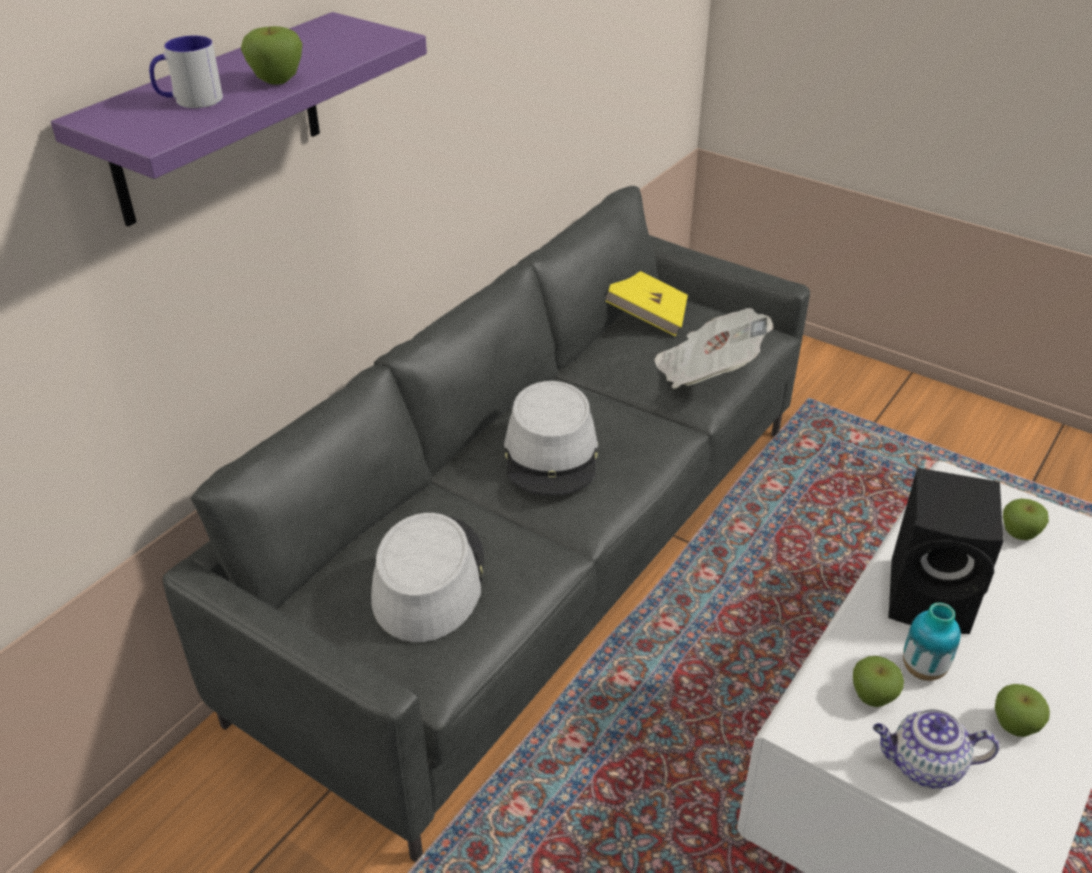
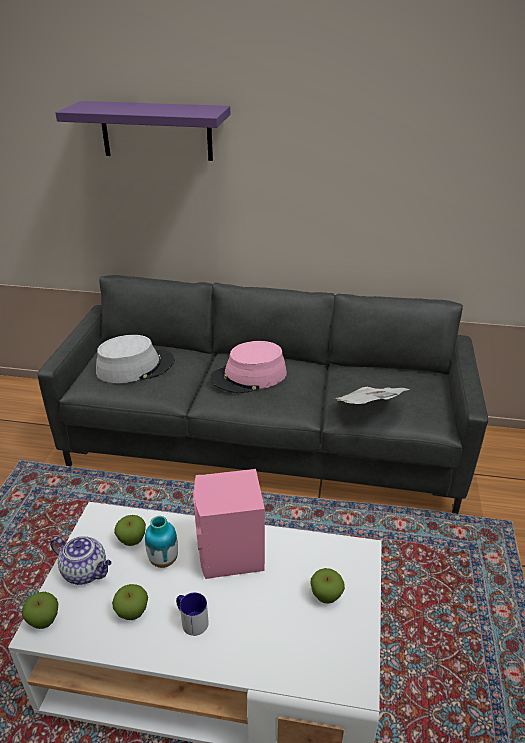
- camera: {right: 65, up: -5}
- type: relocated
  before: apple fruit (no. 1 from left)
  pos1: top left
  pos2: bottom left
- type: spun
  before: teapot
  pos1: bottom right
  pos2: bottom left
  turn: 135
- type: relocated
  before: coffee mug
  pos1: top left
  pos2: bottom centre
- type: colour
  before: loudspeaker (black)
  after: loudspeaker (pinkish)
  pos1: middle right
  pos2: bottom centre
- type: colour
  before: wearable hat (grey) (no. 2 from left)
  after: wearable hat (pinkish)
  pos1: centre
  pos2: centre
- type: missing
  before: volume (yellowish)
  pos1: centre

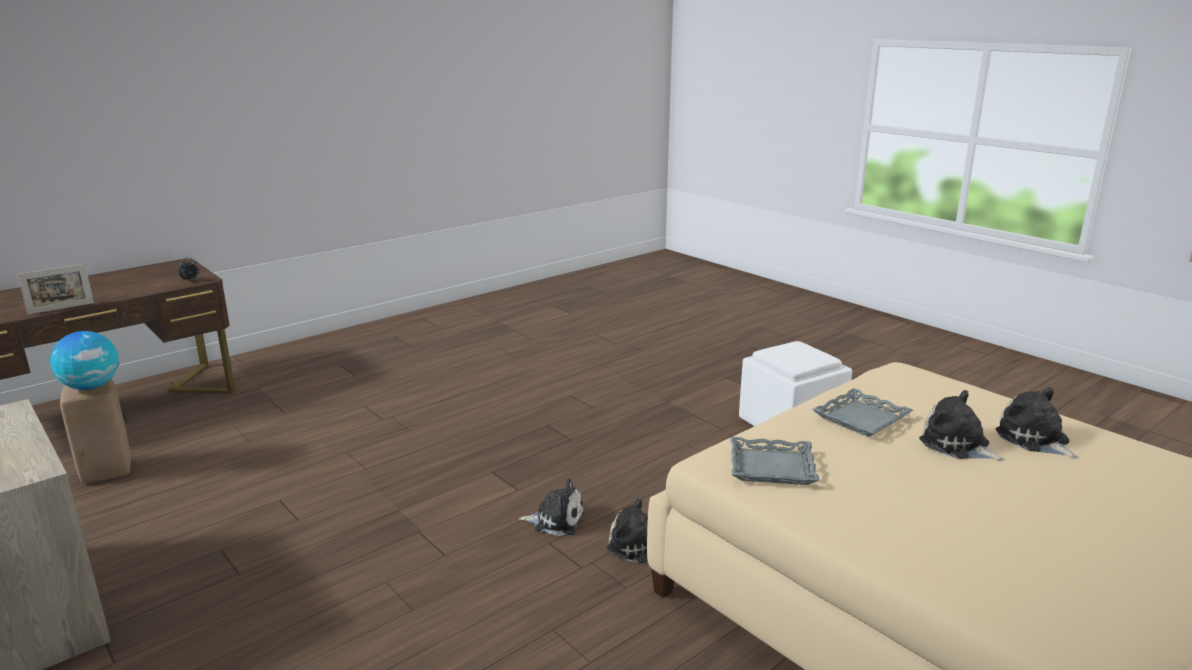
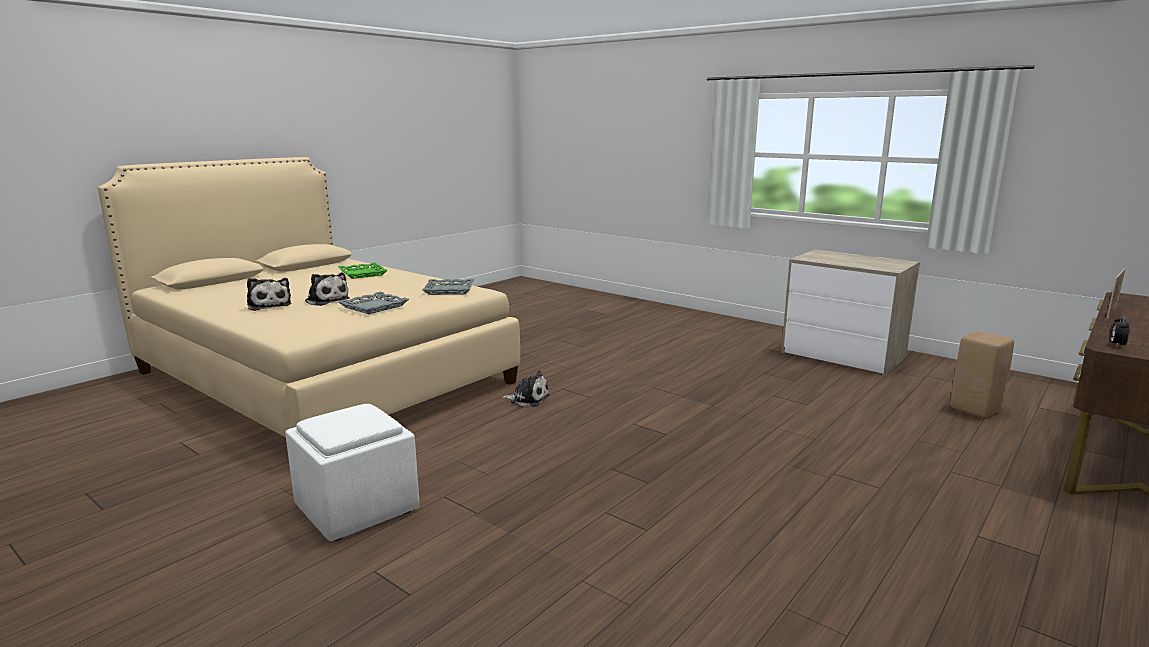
- camera: {right: 170, up: -5}
- type: appeared
  after: carrying tray (green)
  pos2: middle left
- type: missing
  before: globe
  pos1: middle left
- type: missing
  before: soft toy (no. 1 from left)
  pos1: bottom centre

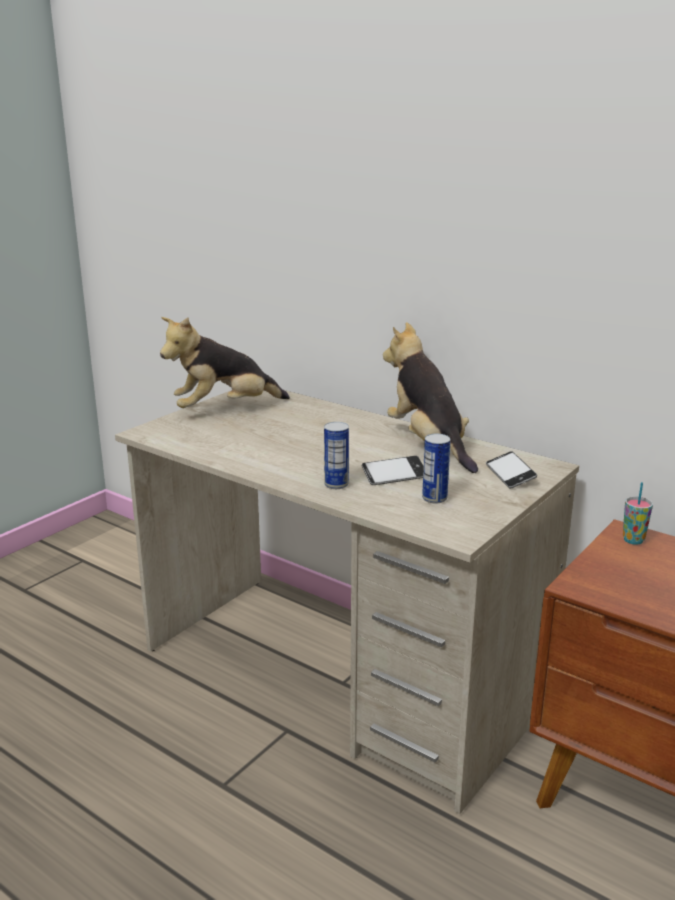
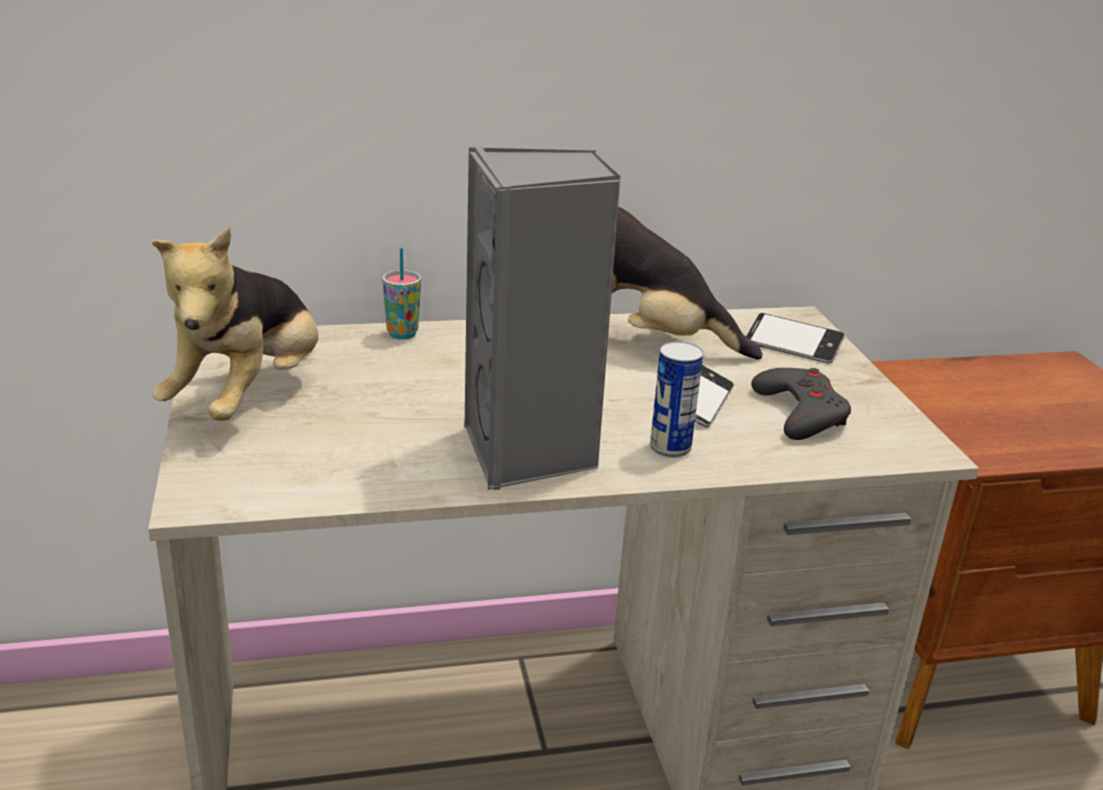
- camera: {right: -50, up: 5}
- type: relocated
  before: small cup
  pos1: middle right
  pos2: centre
- type: appeared
  after: loudspeaker (grey)
  pos2: centre
- type: exchanged
  before: sealed can (no. 2 from left)
  after: gamepad (grey)
  pos1: centre
  pos2: middle right

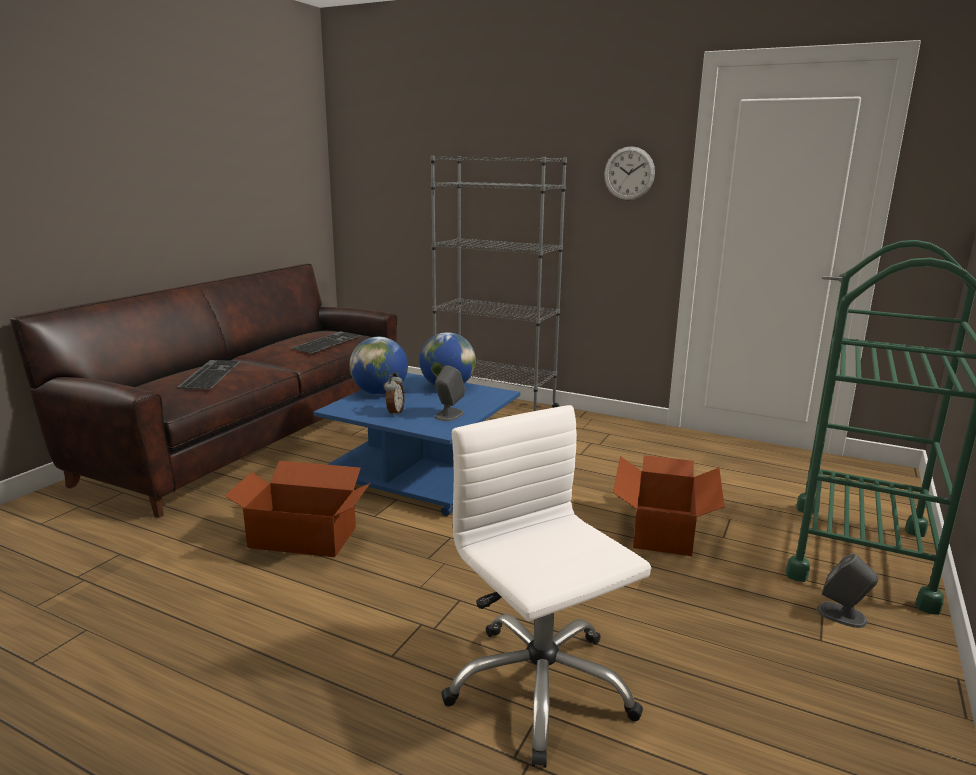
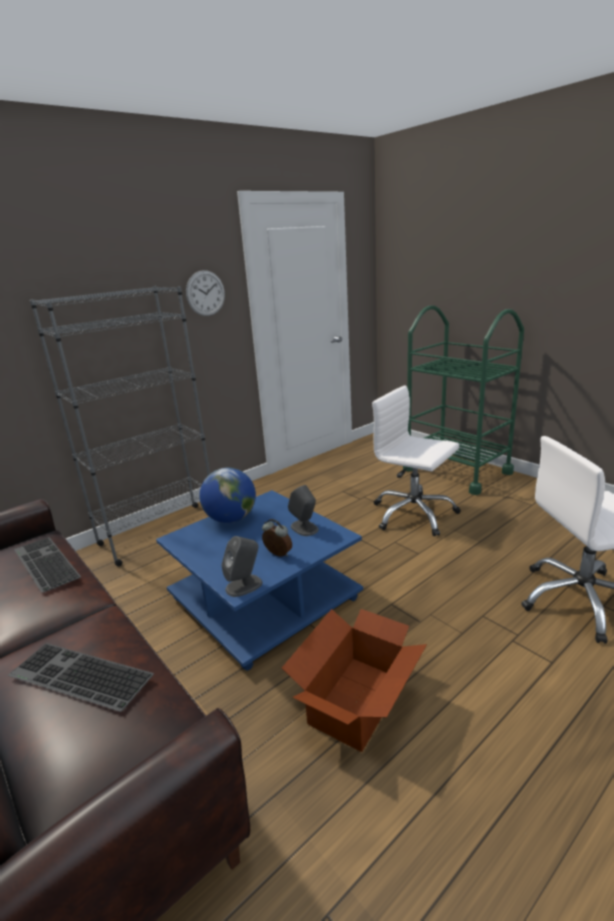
- camera: {right: -65, up: 5}
- type: relocated
  before: loudspeaker (grey) (no. 2 from left in the first image)
  after: loudspeaker (grey) (no. 1 from left)
  pos1: bottom right
  pos2: centre
- type: exchanged
  before: cardboard box (no. 2 from left)
  after: office chair (white-coloured) (no. 1 from left)
  pos1: middle right
  pos2: middle right
- type: missing
  before: globe (no. 1 from left)
  pos1: centre

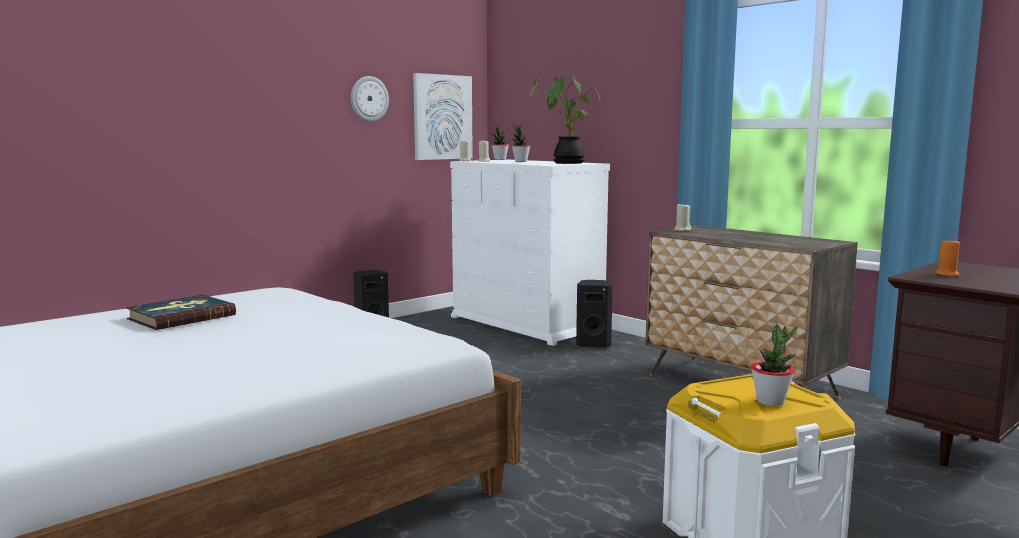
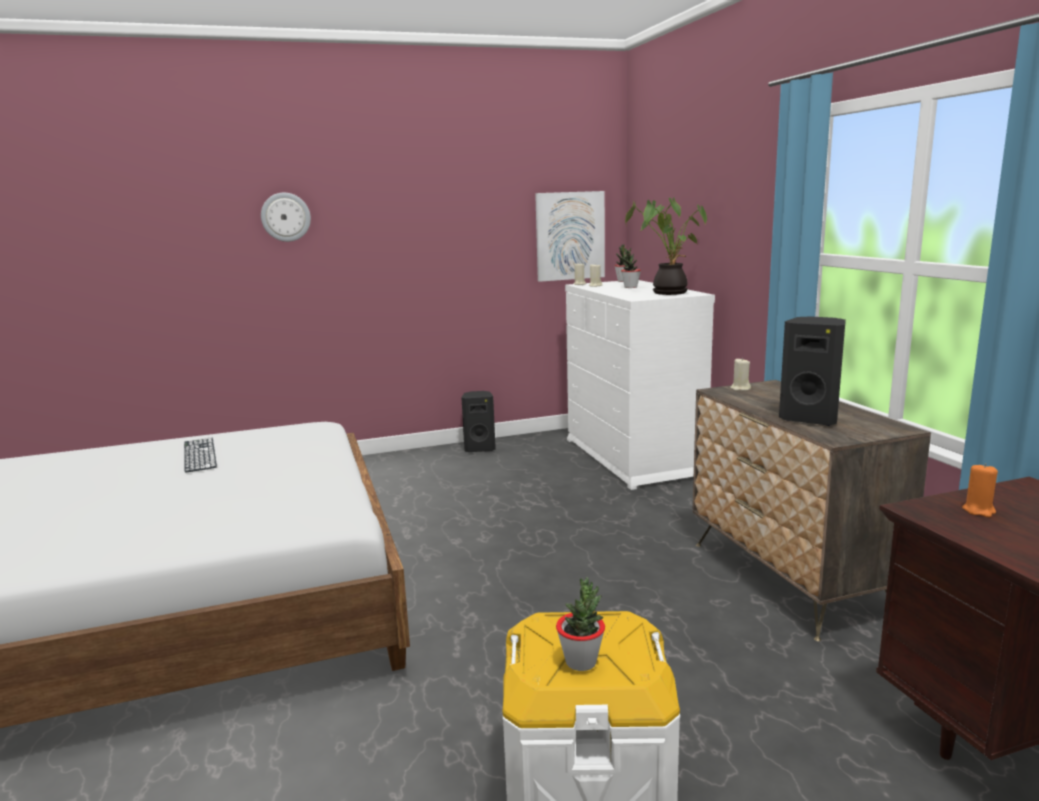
- camera: {right: 25, up: 5}
- type: exchanged
  before: volume
  after: PC keyboard
  pos1: middle left
  pos2: middle left
- type: relocated
  before: clock on the wall
  pos1: top centre
  pos2: top left
- type: relocated
  before: loudspeaker (black) (no. 2 from left)
  pos1: centre
  pos2: middle right

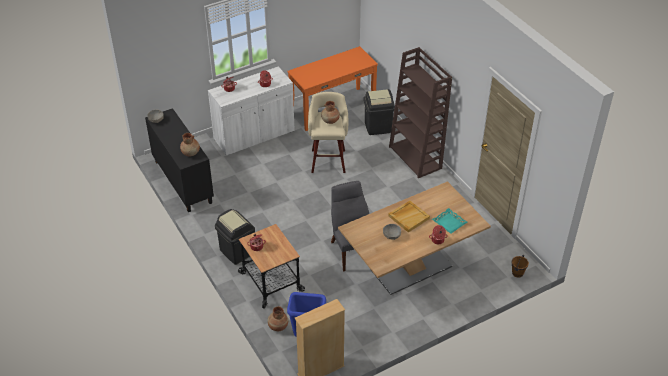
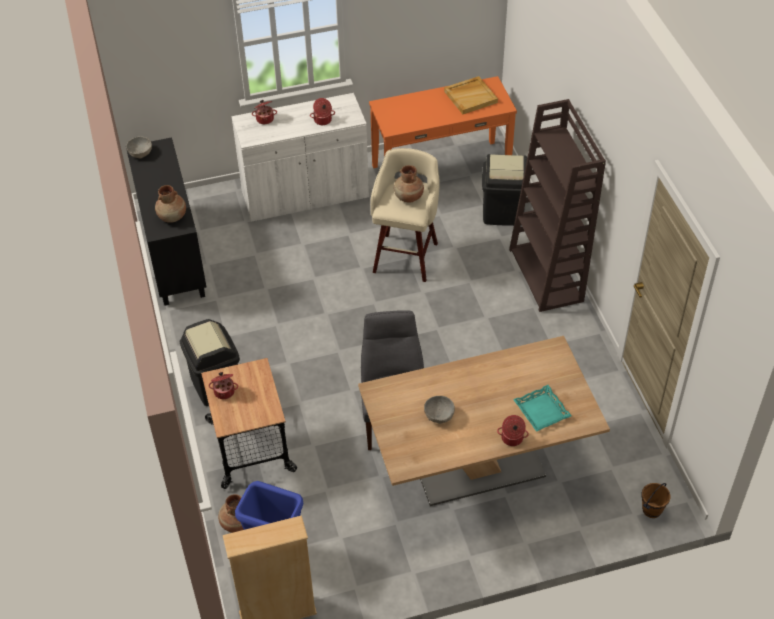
- camera: {right: 15, up: 5}
- type: relocated
  before: carrying tray (beige)
  pos1: centre
  pos2: top centre

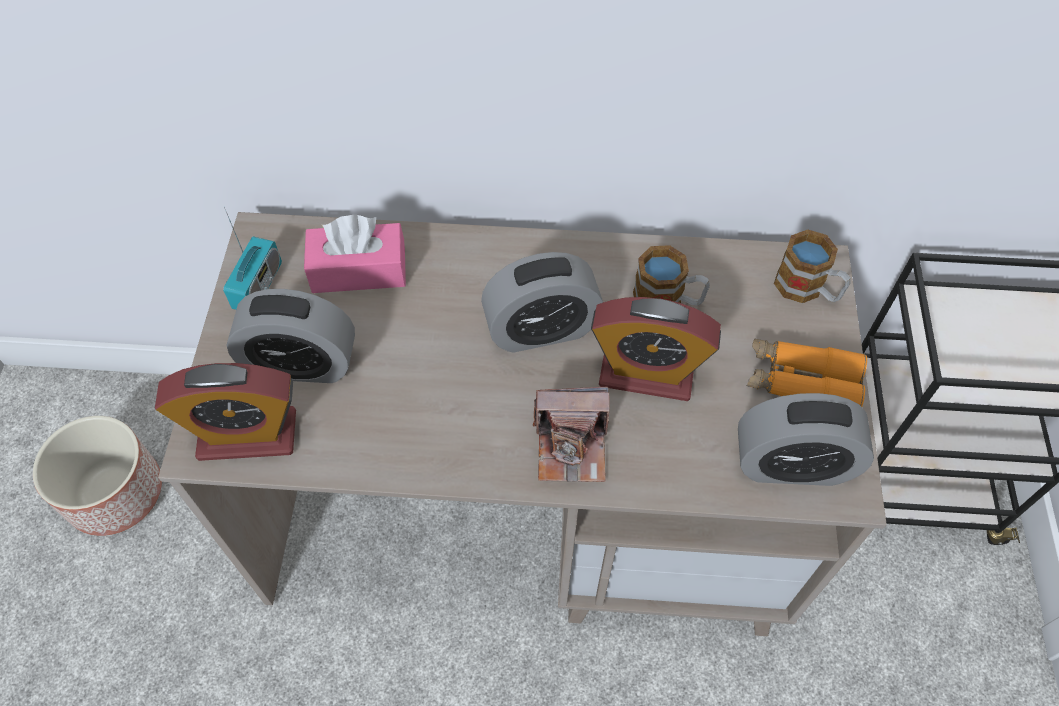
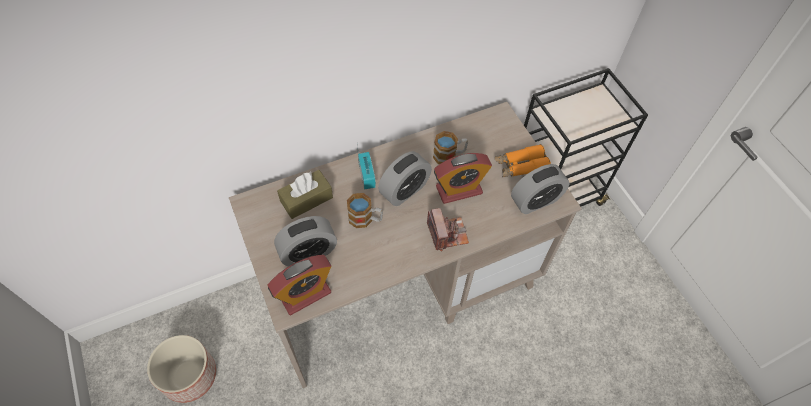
- camera: {right: -30, up: 0}
- type: colour
  before: tissue holder (pinkish)
  after: tissue holder (brown-coloured)
  pos1: centre
  pos2: centre
- type: relocated
  before: coffee mug (no. 2 from left in the first image)
  after: coffee mug (no. 1 from left)
  pos1: middle right
  pos2: centre
- type: relocated
  before: radio set
  pos1: middle left
  pos2: centre
- type: spun
  before: photo camera
  pos1: centre
  pos2: centre
  turn: -75

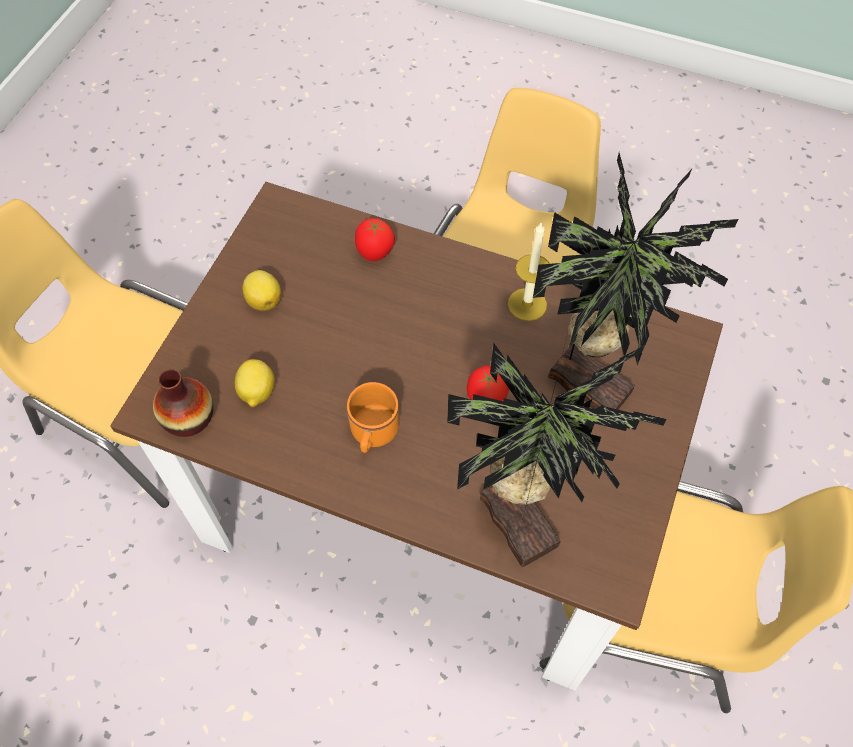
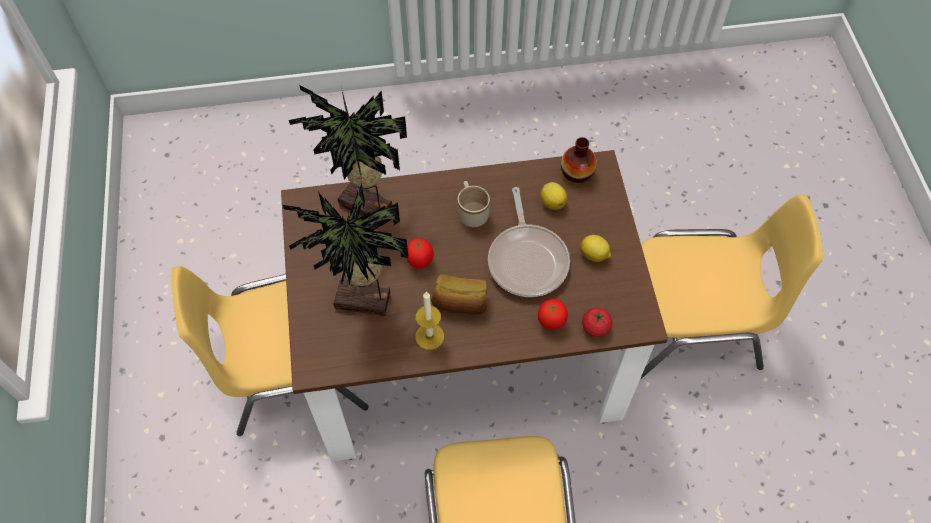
- camera: {right: 150, up: 0}
- type: appeared
  after: bakery bread
  pos2: centre
- type: colour
  before: coffee mug (orange-coloured)
  after: coffee mug (beige)
  pos1: centre
  pos2: centre
- type: appeared
  after: skillet
  pos2: centre
- type: appeared
  after: tomato (no. 3 from left)
  pos2: centre

